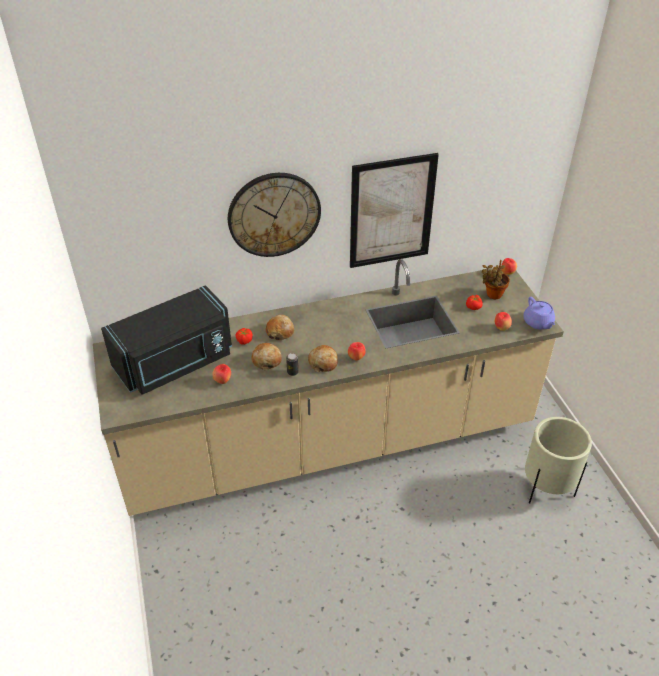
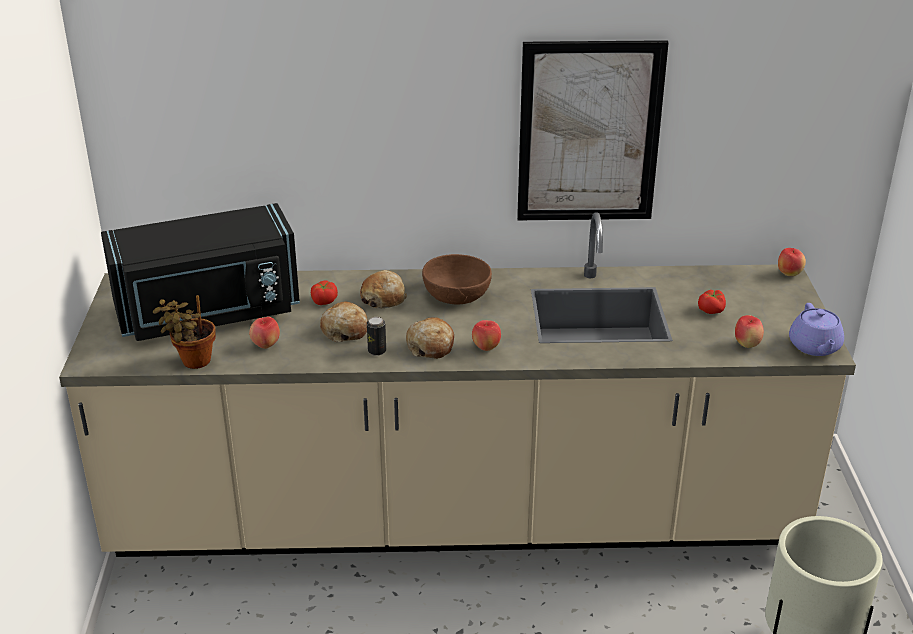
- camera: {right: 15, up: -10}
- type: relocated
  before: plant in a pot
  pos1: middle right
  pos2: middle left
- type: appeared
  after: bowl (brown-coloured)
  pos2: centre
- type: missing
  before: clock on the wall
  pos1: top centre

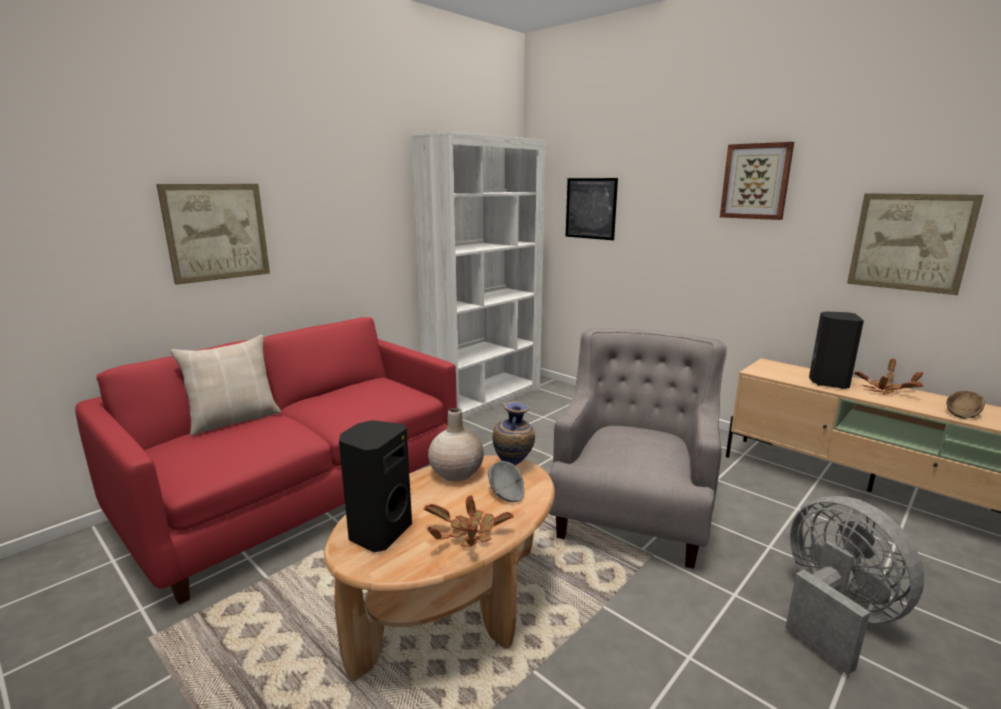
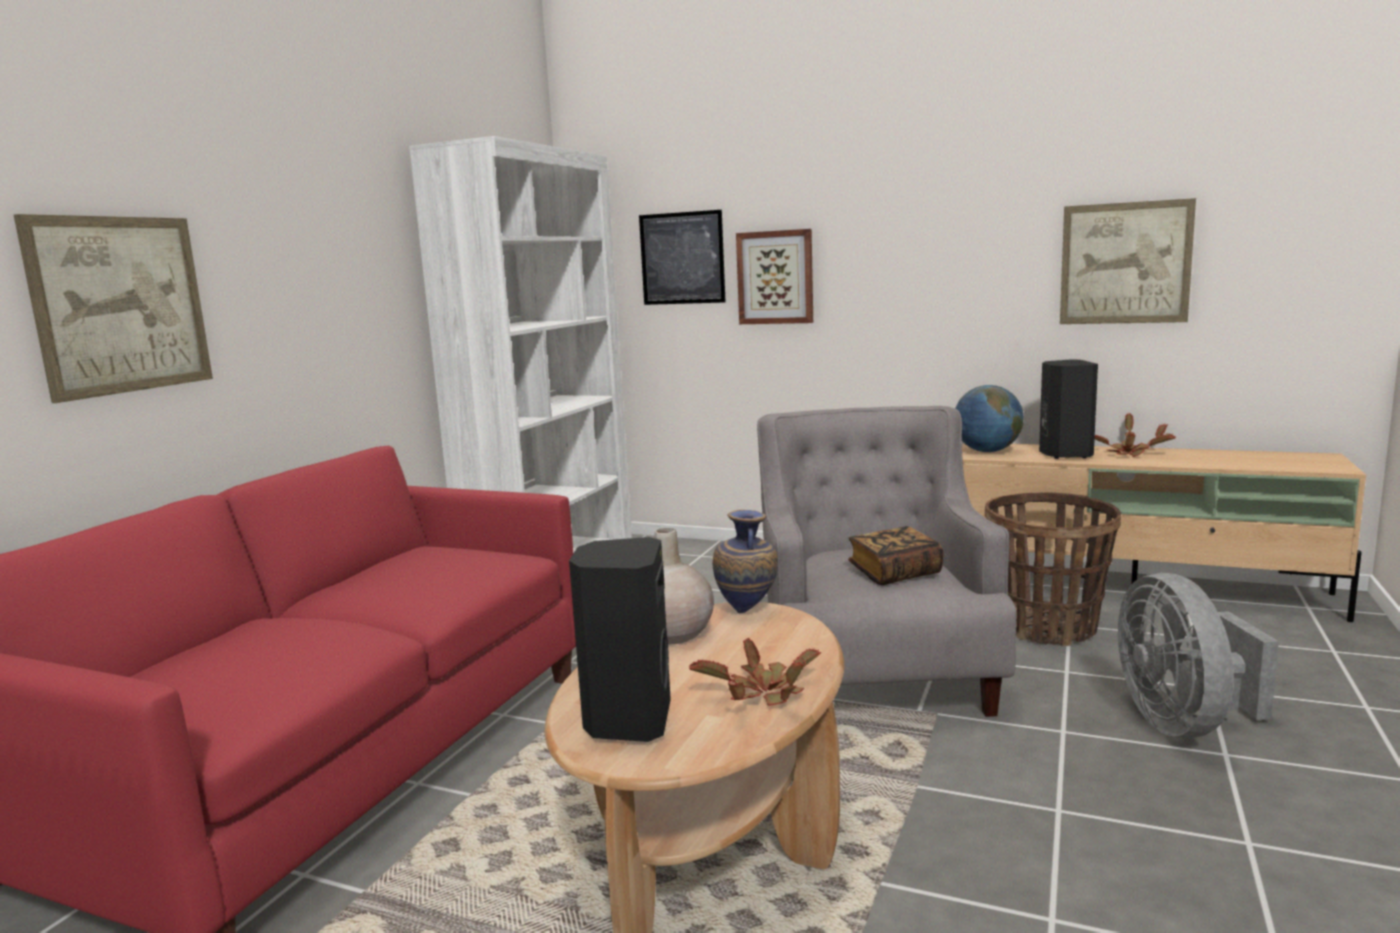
- camera: {right: -20, up: -5}
- type: relocated
  before: wall art (no. 3 from left)
  pos1: top right
  pos2: top centre
- type: appeared
  after: volume
  pos2: centre
- type: appeared
  after: globe
  pos2: middle right
- type: appeared
  after: household basket
  pos2: middle right
- type: spun
  before: electric fan (grey)
  pos1: bottom right
  pos2: bottom right
  turn: -135
- type: missing
  before: cushion (beige)
  pos1: middle left
- type: missing
  before: bowl (grey)
  pos1: bottom centre
- type: missing
  before: bowl (brown-coloured)
  pos1: middle right

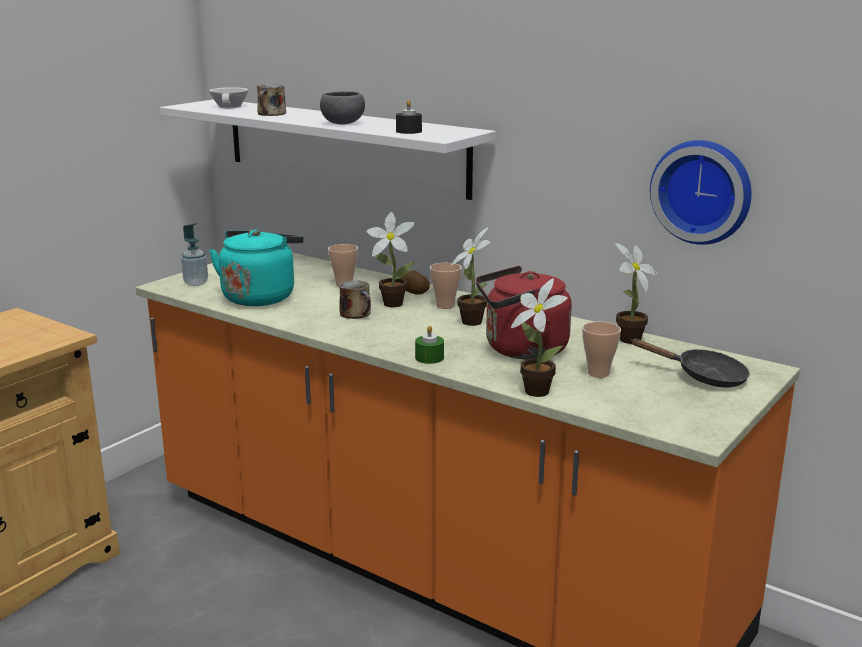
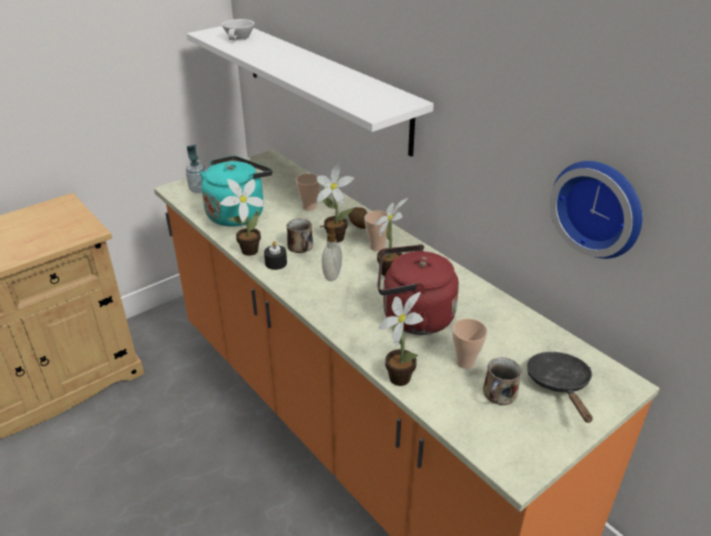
- camera: {right: 15, up: 15}
- type: relocated
  before: plant in a pot (no. 4 from left in the first image)
  after: plant in a pot (no. 1 from left)
  pos1: middle right
  pos2: centre
- type: relocated
  before: wax light (black)
  pos1: top centre
  pos2: centre
- type: appeared
  after: liquid soap bottle (no. 2 from left)
  pos2: centre
- type: relocated
  before: coffee mug (no. 1 from left in the first image)
  after: coffee mug (no. 2 from left)
  pos1: top left
  pos2: bottom right
- type: spun
  before: skillet (black)
  pos1: middle right
  pos2: bottom right
  turn: -135
- type: missing
  before: bowl (grey)
  pos1: top centre
- type: missing
  before: wax light (green)
  pos1: centre

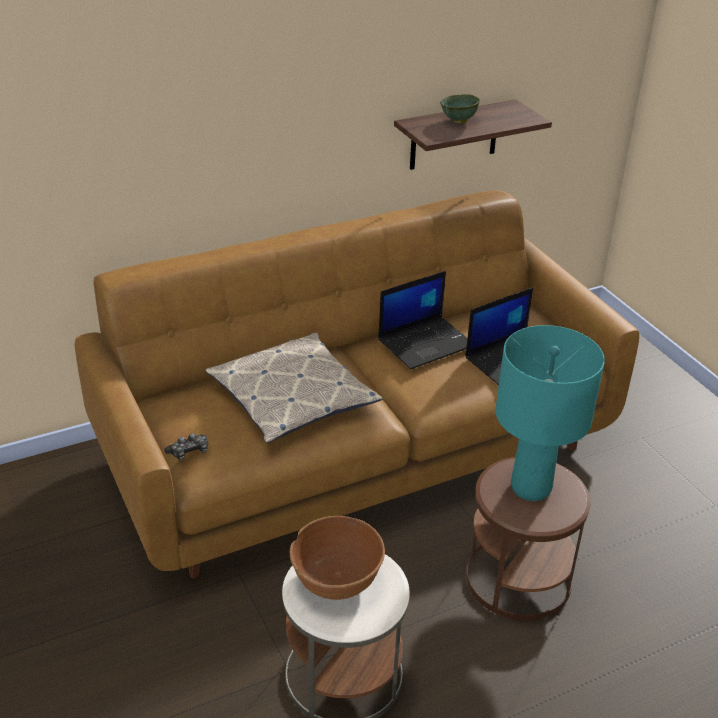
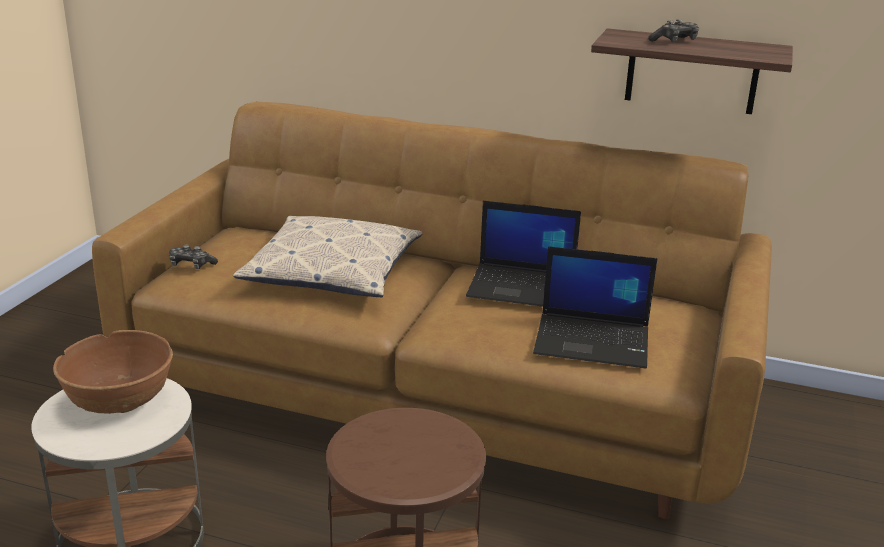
- camera: {right: 45, up: -10}
- type: exchanged
  before: bowl (green)
  after: gamepad (no. 2 from left)
  pos1: top centre
  pos2: top right
- type: missing
  before: tabletop lamp (blue-green)
  pos1: middle right

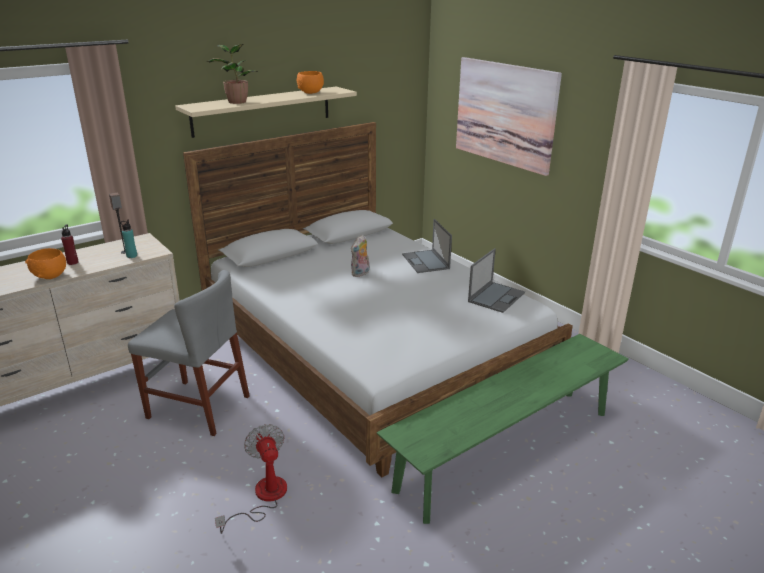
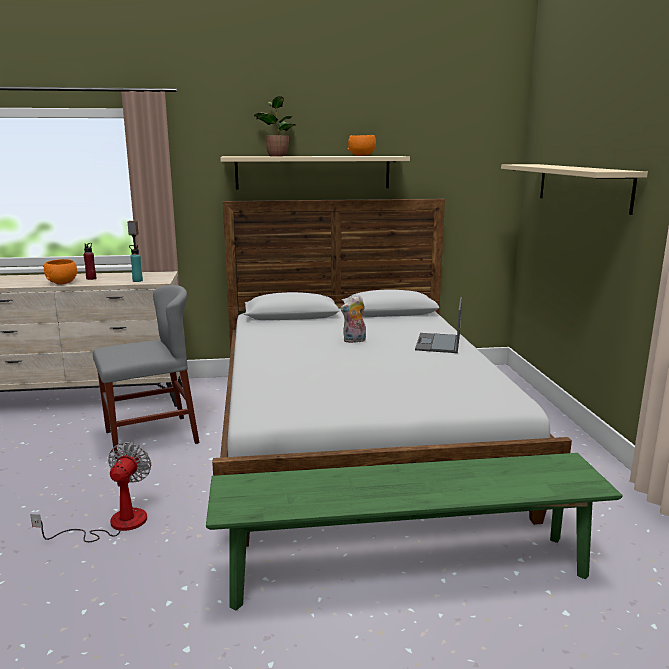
- camera: {right: 30, up: -10}
- type: spun
  before: upright chair (grey)
  pos1: middle left
  pos2: middle left
  turn: -75
- type: exchanged
  before: wall art
  after: bracket shelf (beige) (no. 2 from left)
  pos1: top centre
  pos2: top right
- type: missing
  before: portable computer (no. 2 from left)
  pos1: centre

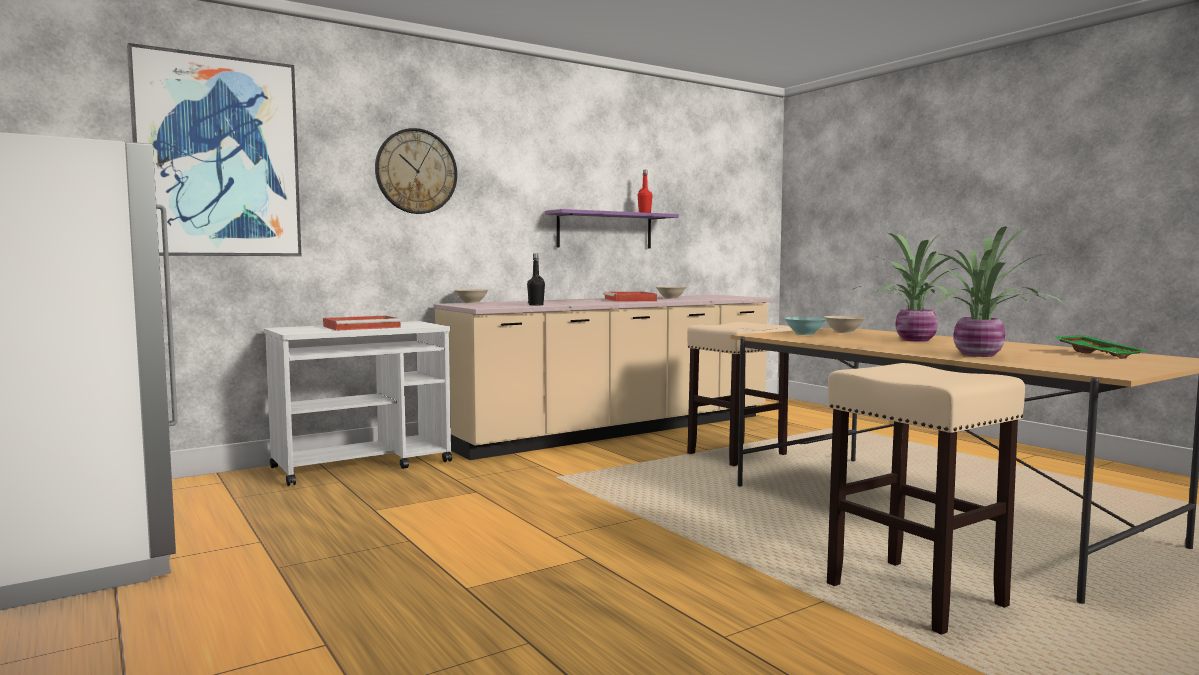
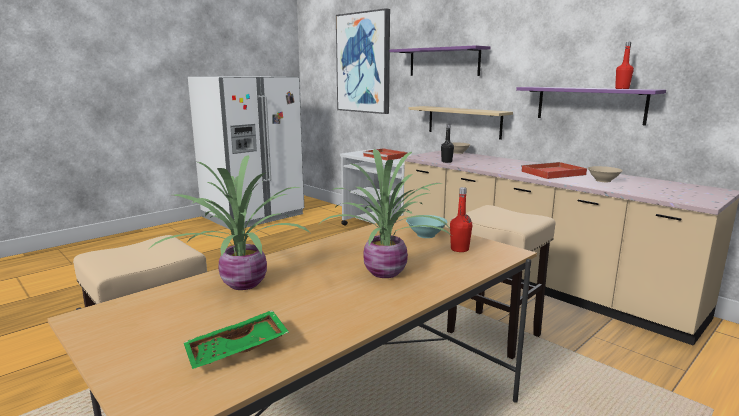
- camera: {right: 80, up: 10}
- type: exchanged
  before: clock on the wall
  after: bracket shelf (purple-coloured) (no. 1 from left)
  pos1: top centre
  pos2: top centre
- type: appeared
  after: bracket shelf (beige)
  pos2: top centre
- type: exchanged
  before: bowl (beige) (no. 3 from left)
  after: beverage bottle (red-coloured) (no. 1 from left)
  pos1: middle right
  pos2: centre

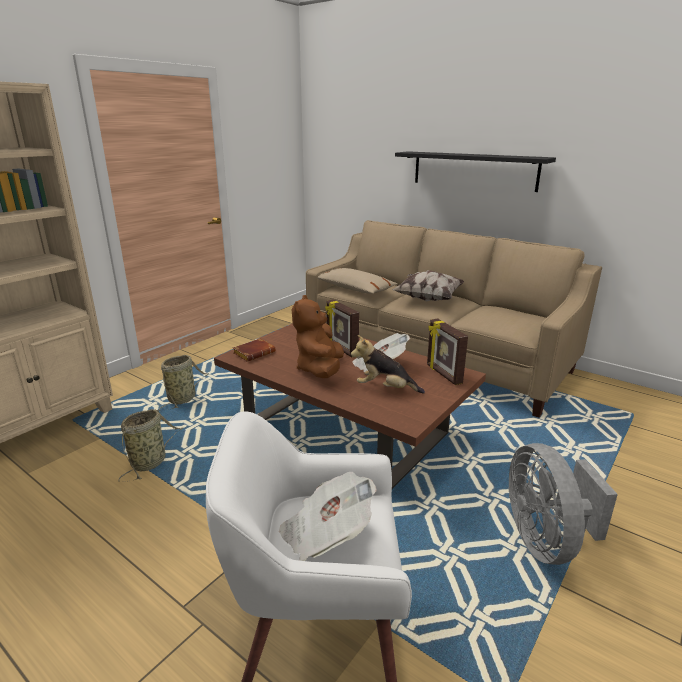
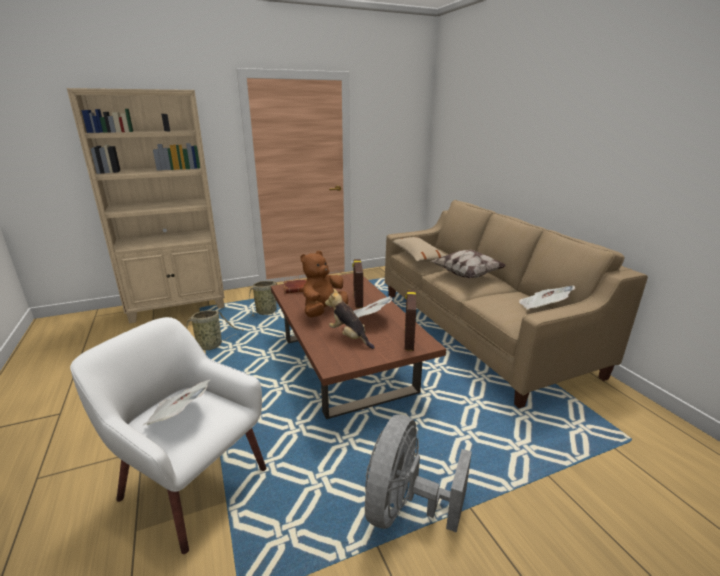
- camera: {right: 30, up: 0}
- type: appeared
  after: daily paper (no. 3 from left)
  pos2: middle right
- type: missing
  before: bracket shelf (black)
  pos1: top right

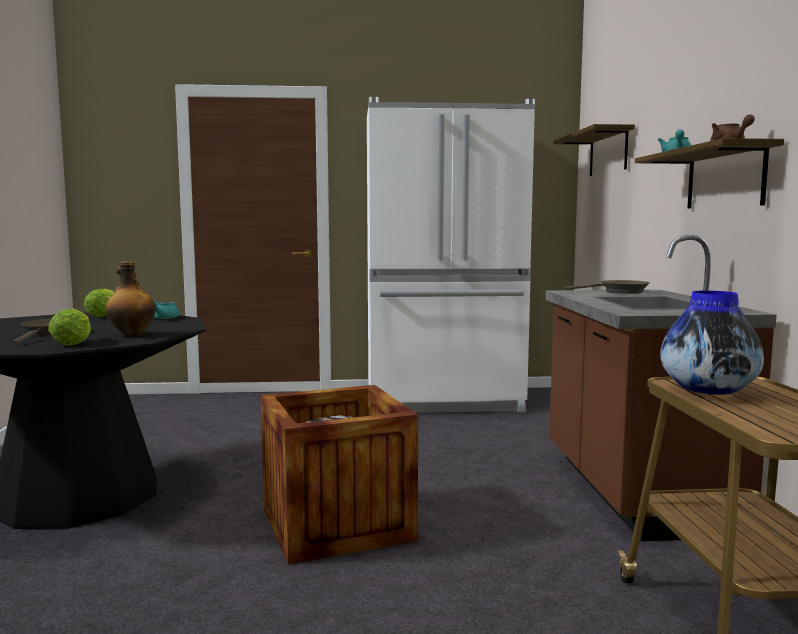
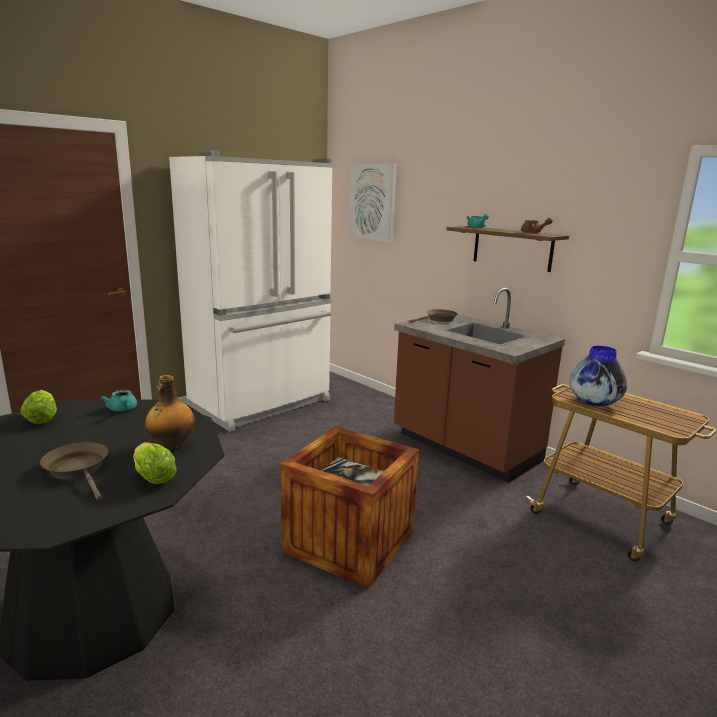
- camera: {right: -40, up: 10}
- type: exchanged
  before: bracket shelf (no. 1 from left)
  after: wall art
  pos1: top right
  pos2: top centre

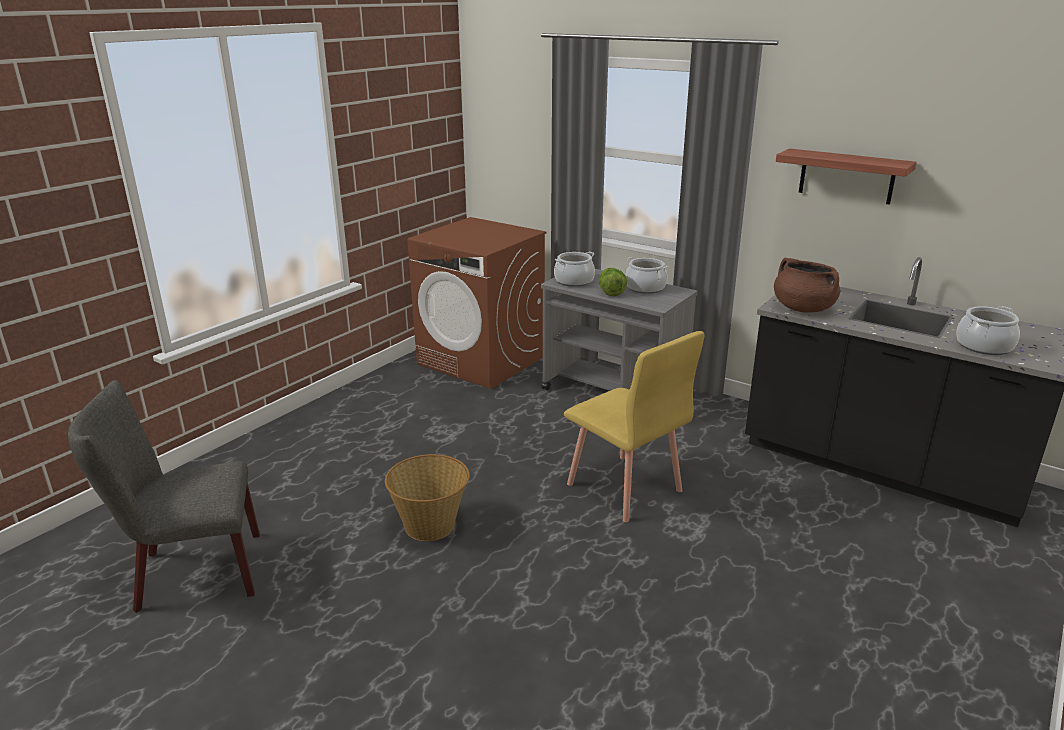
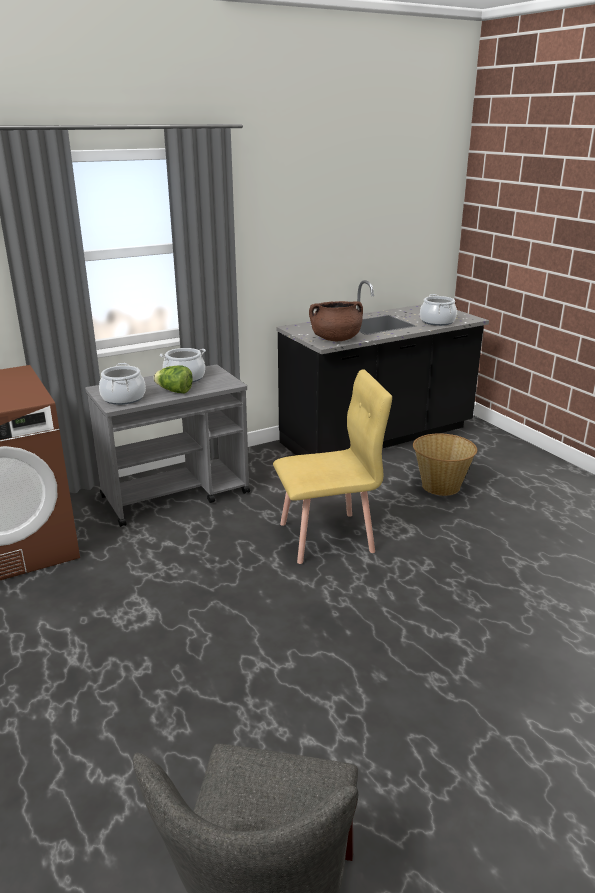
- camera: {right: -65, up: 0}
- type: relocated
  before: household basket
  pos1: bottom centre
  pos2: middle right
- type: missing
  before: bracket shelf
  pos1: top right

